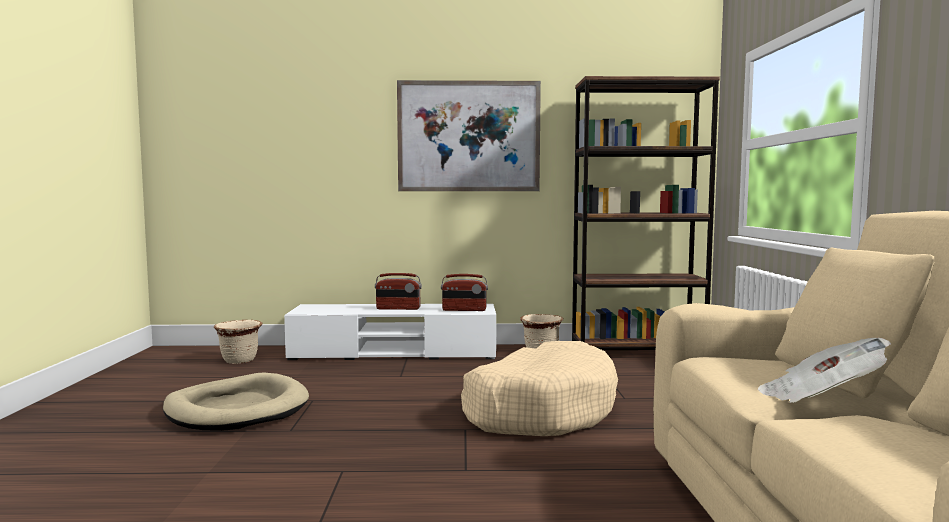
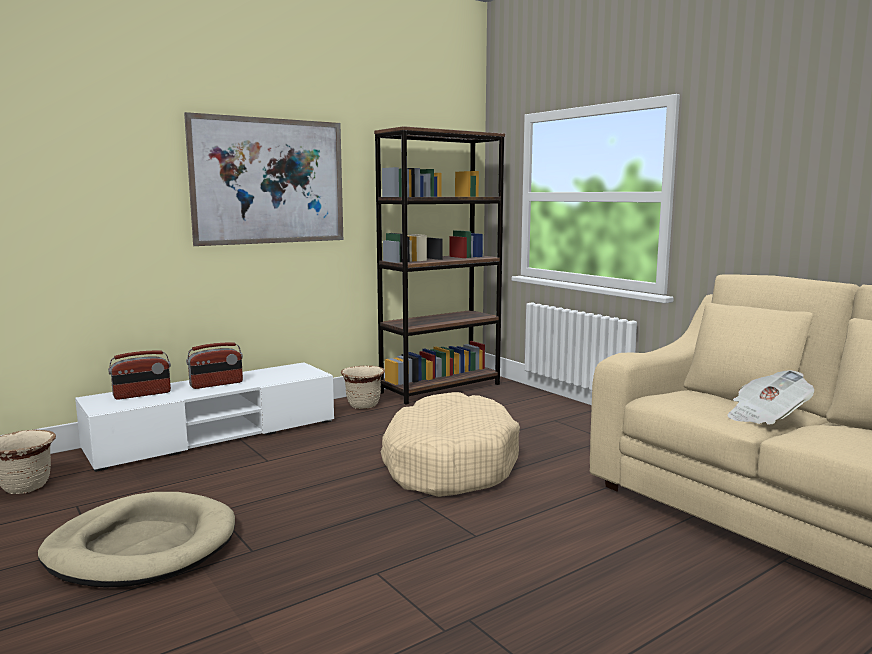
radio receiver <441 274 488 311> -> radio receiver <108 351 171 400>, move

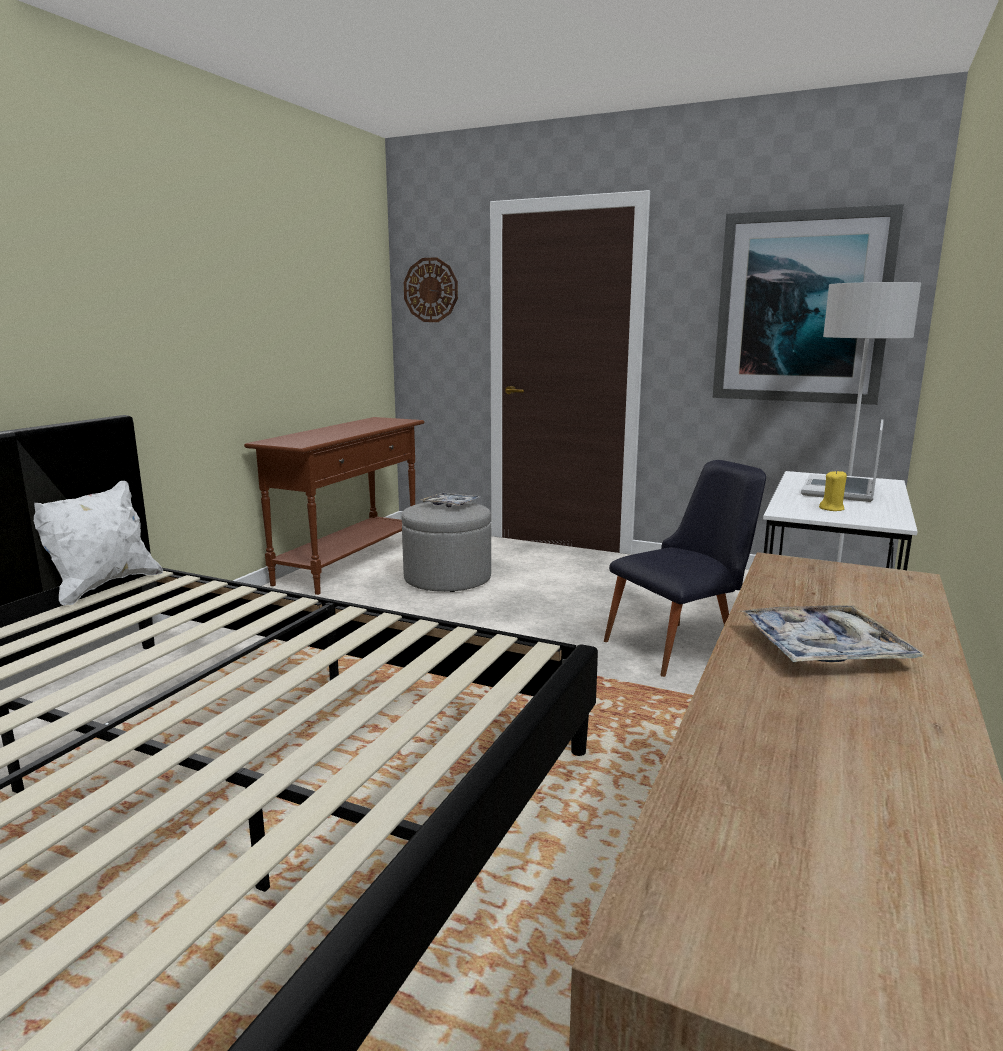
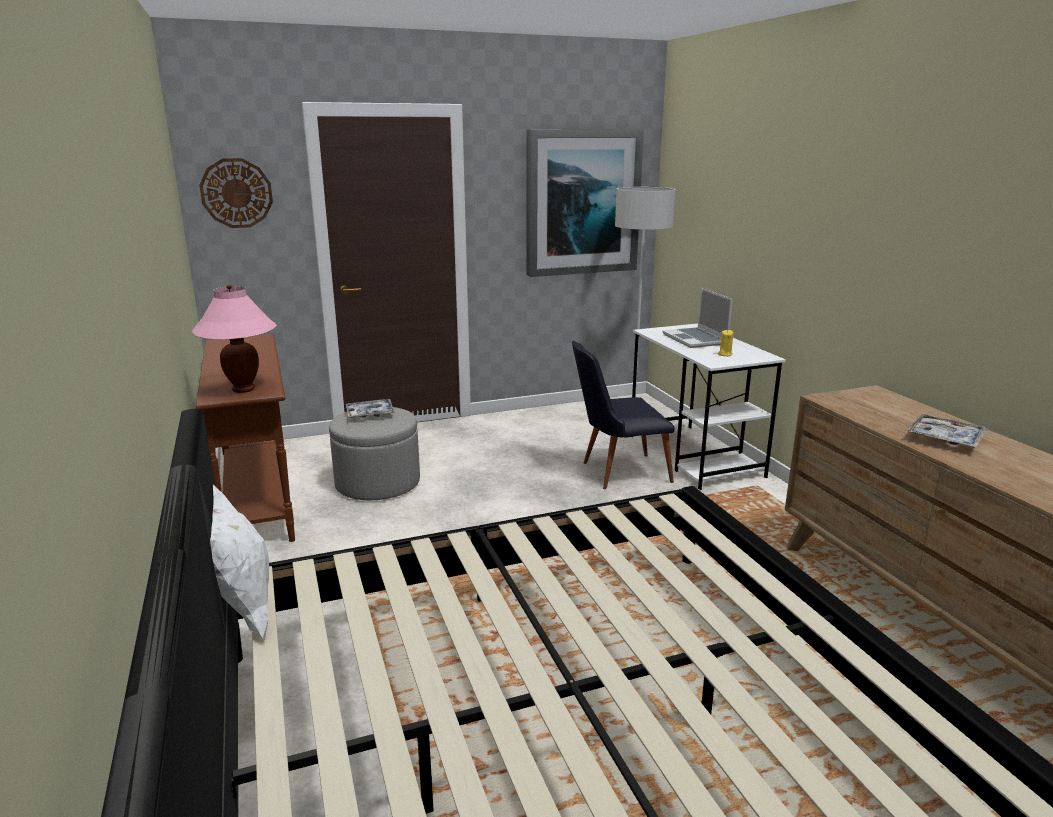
none -> lamp for a table in pink <192 285 277 393>
chair in black <604 460 766 677> -> chair in black <572 341 675 489>, 120 degrees counterclockwise

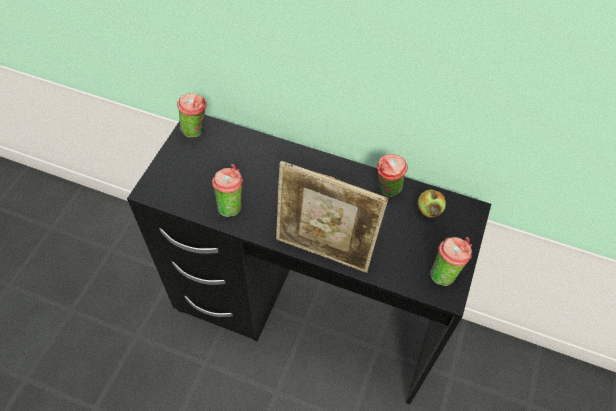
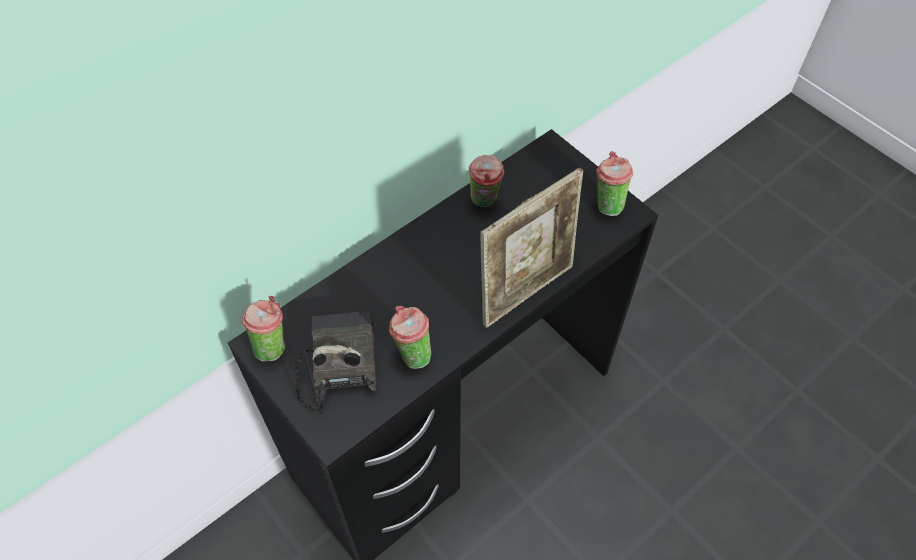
none -> radio receiver <295 311 376 414>
apple fruit <418 190 446 218> -> none

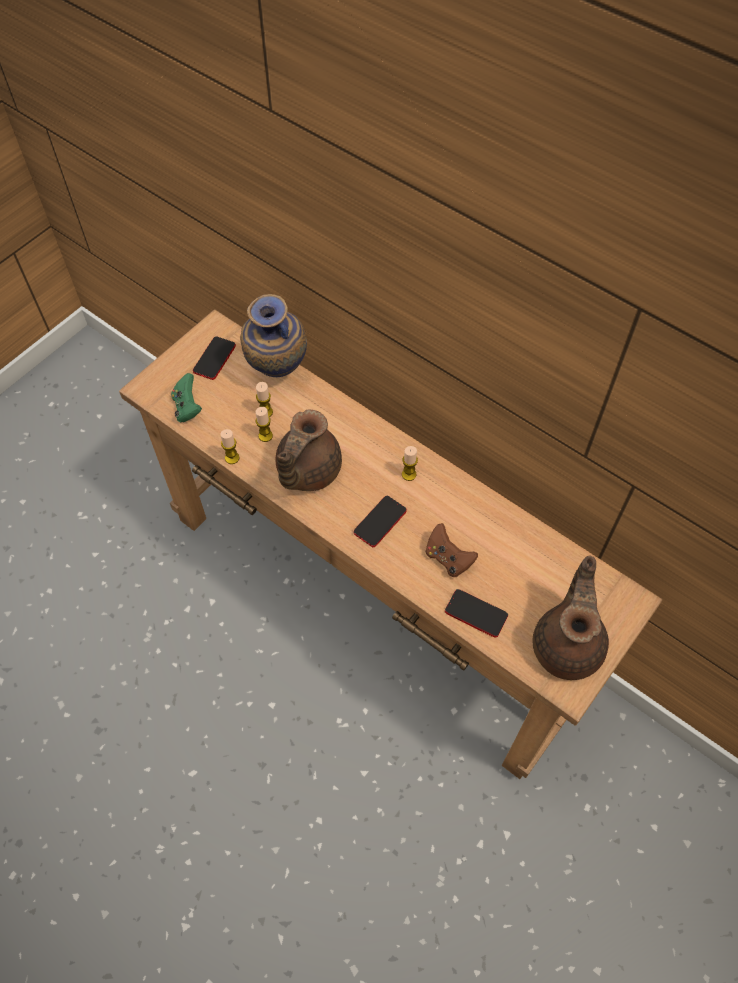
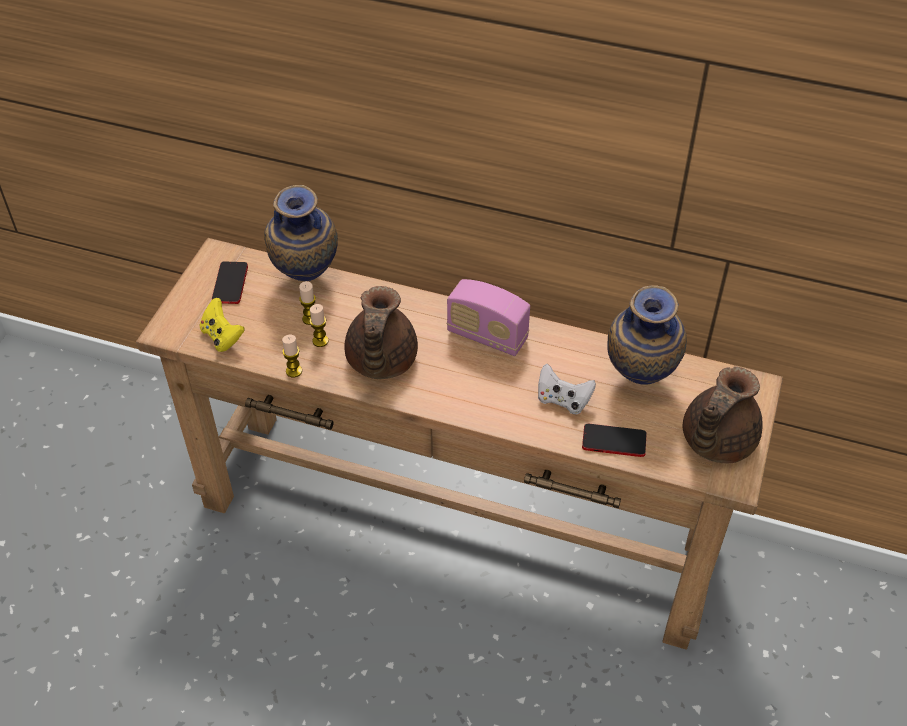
joypad in greenish <171 373 202 422> -> joypad in yellow-coloured <200 298 245 352>
candle <402 446 418 481> -> radio receiver <447 279 530 356>
joypad in brown-coloured <426 523 478 577> -> joypad in white <538 364 596 414>
none -> vase <607 285 687 385>
pot for tea in brown-coloured <533 555 609 680> -> pot for tea in brown-coloured <683 367 763 463>, 135 degrees counterclockwise
handset <353 496 407 547> -> none

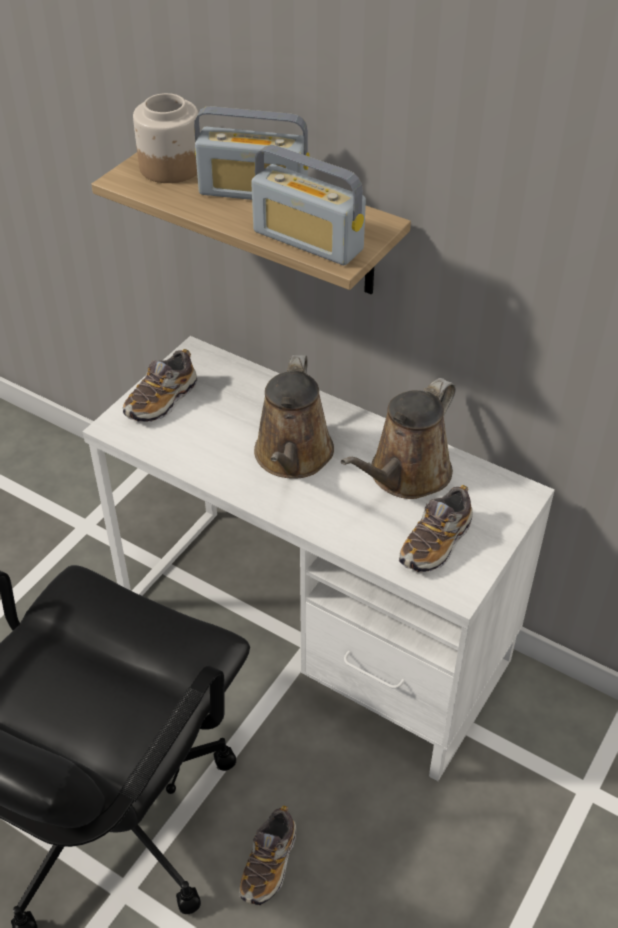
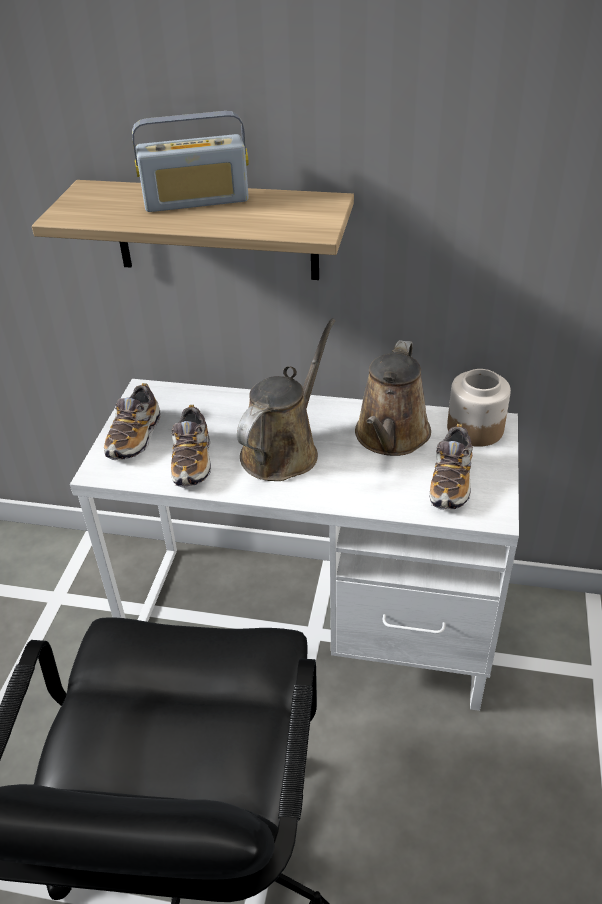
shoe <239 805 296 905> -> shoe <171 405 211 488>, move
watering can in brown-coloured <254 355 334 479> -> watering can in brown-coloured <237 319 336 481>, 135 degrees counterclockwise
preserve jar <133 93 198 183> -> preserve jar <447 369 511 447>, move
radio receiver <251 144 366 265> -> none

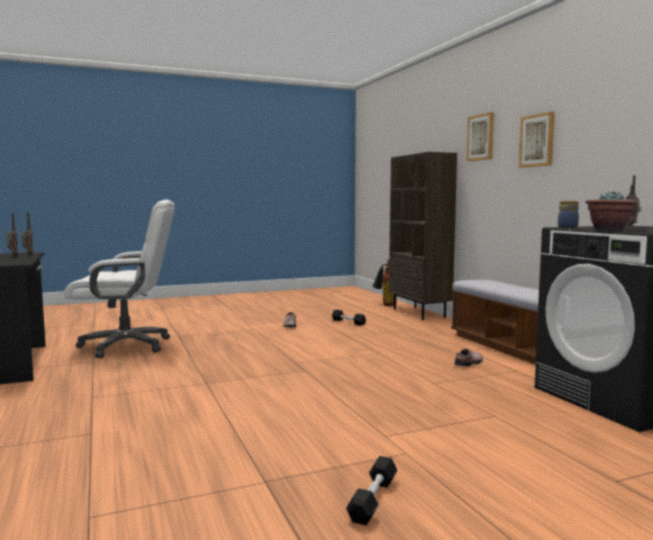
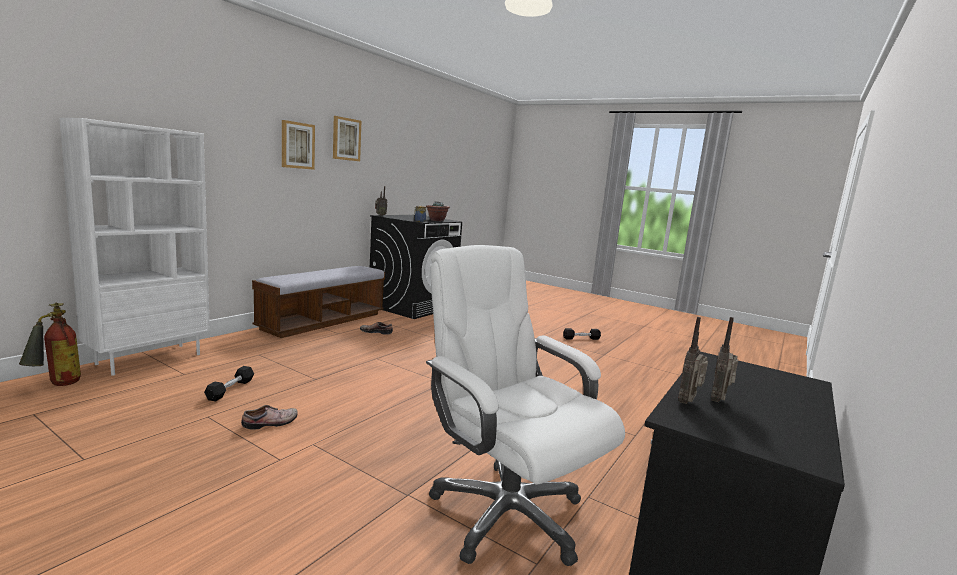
bookcase in brown-coloured <389 152 457 320> -> bookcase in white <59 118 210 376>
picture <467 112 494 161> -> picture <333 116 361 161>, move

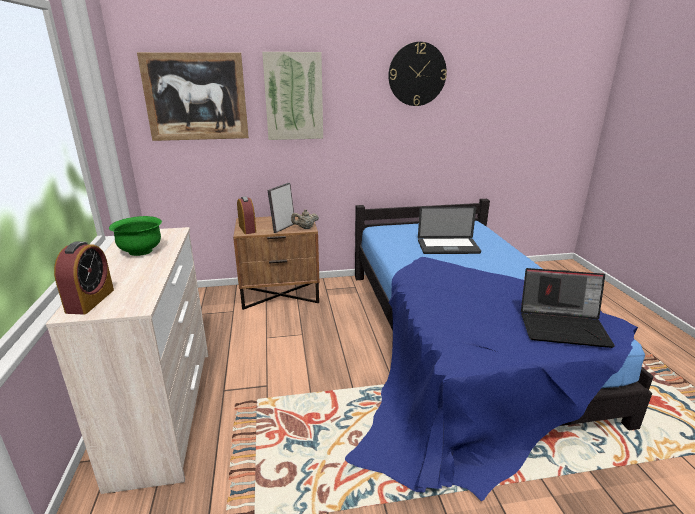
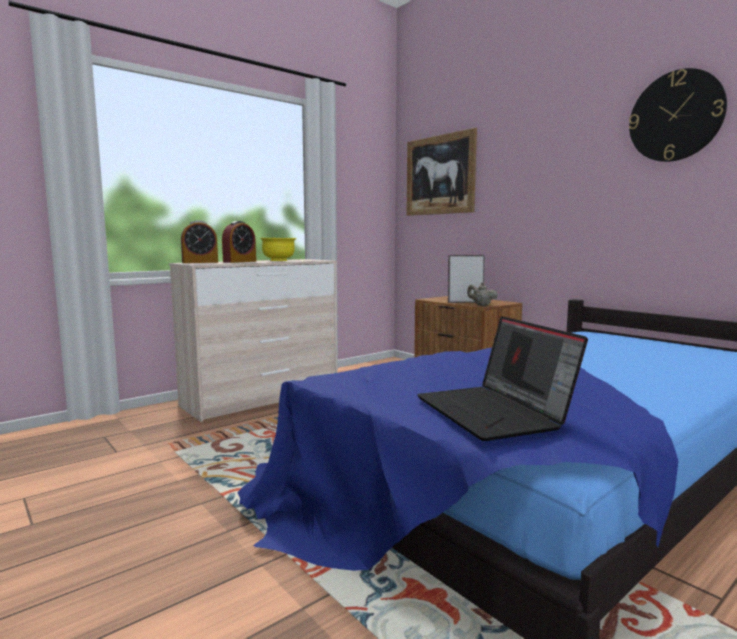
alarm clock <237 196 256 234> -> alarm clock <222 221 256 263>, move
serving bowl in greenish <109 216 162 256> -> serving bowl in yellow-coloured <261 238 297 261>
picture <262 52 323 140> -> none
laptop <418 207 481 254> -> none

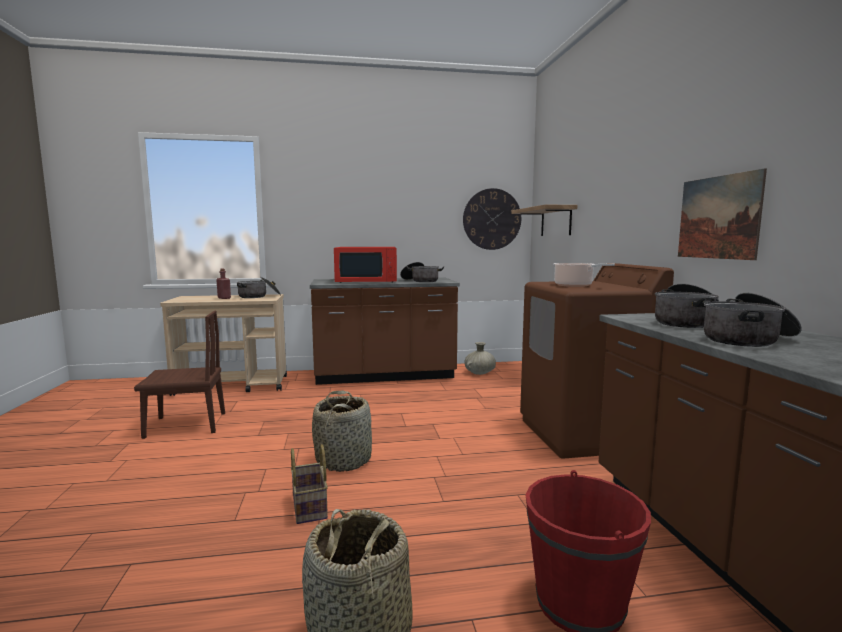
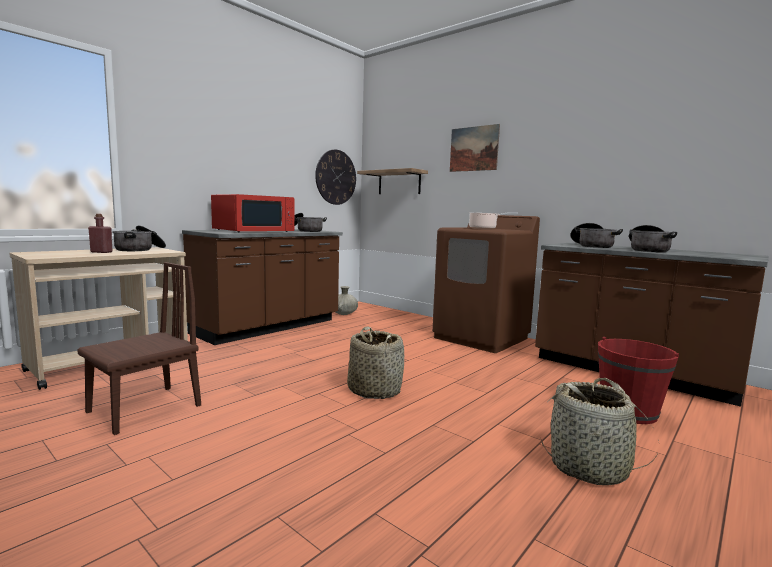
picture <678 168 767 260> -> picture <450 124 500 172>, move
storage basket <291 444 328 524> -> none

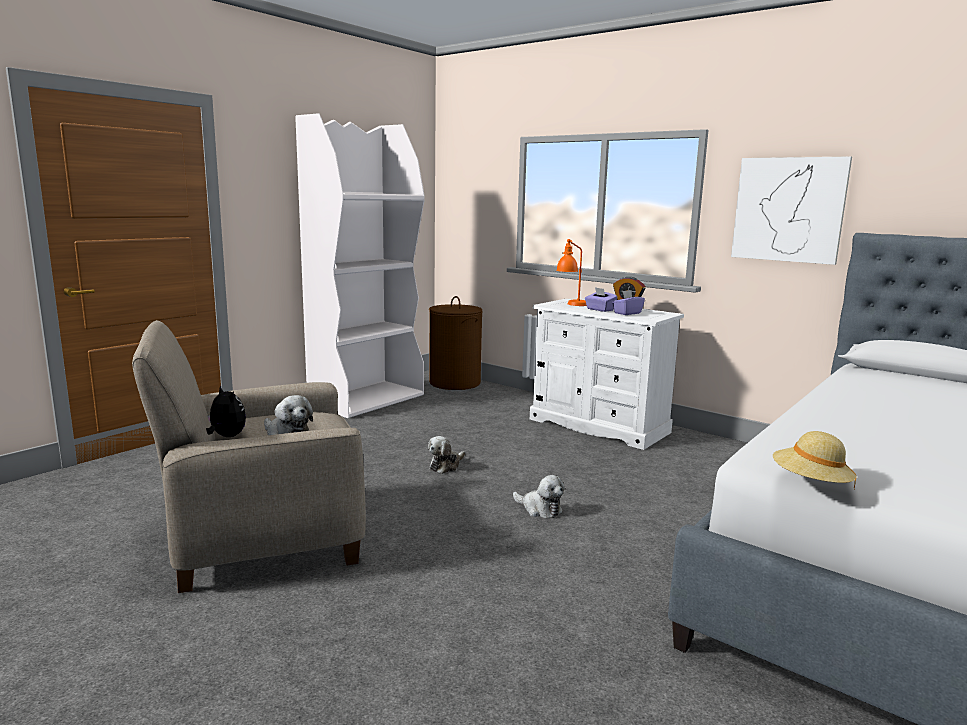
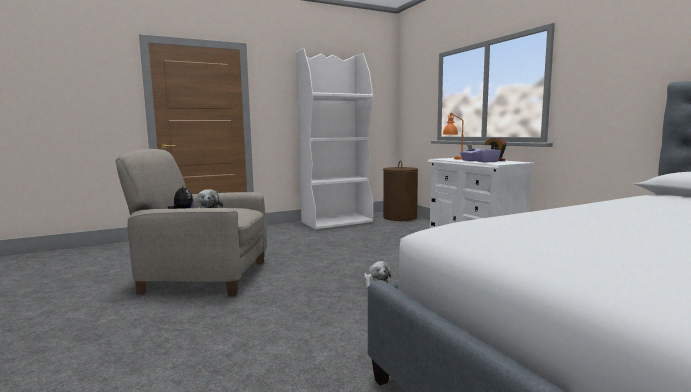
cuddly toy <428 436 465 474> -> none
picture <731 156 852 265> -> none
hat in sand-coloured <773 431 857 489> -> none

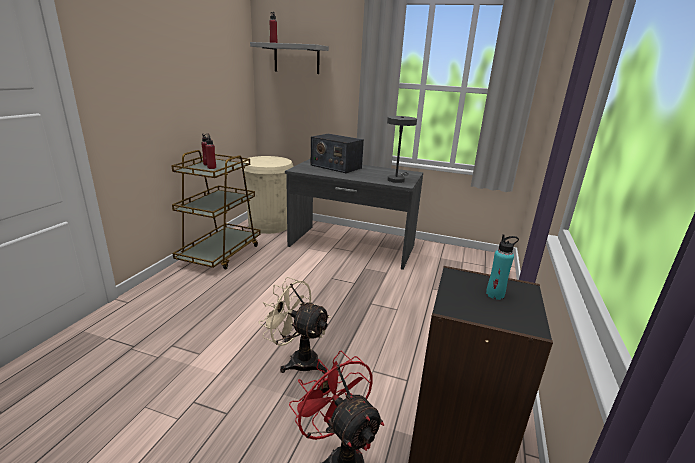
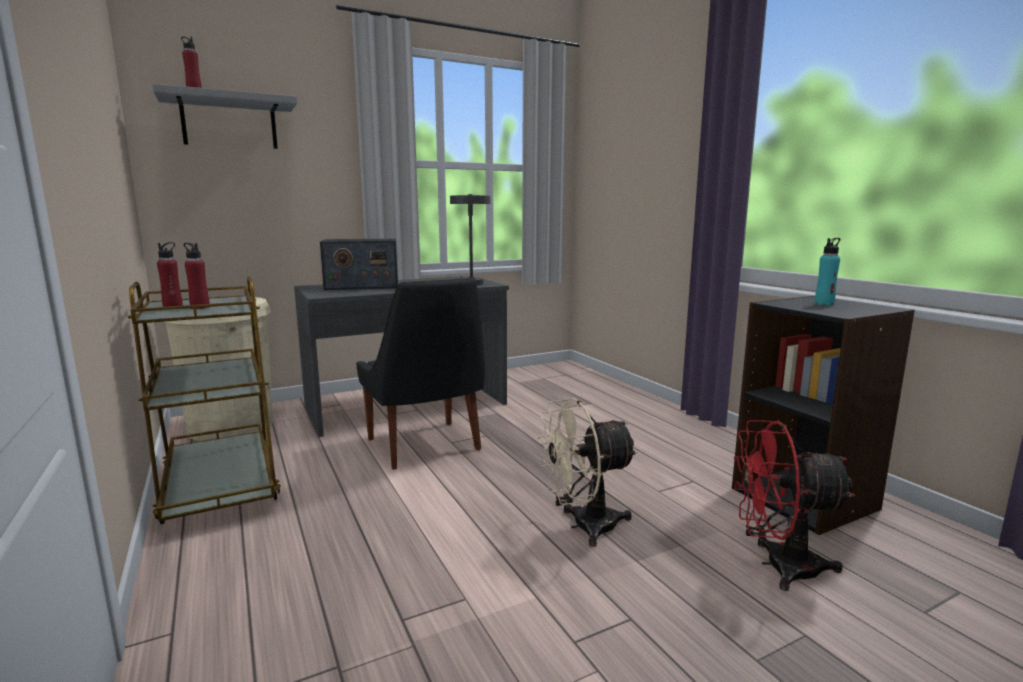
none -> chair in black <356 278 485 469>

